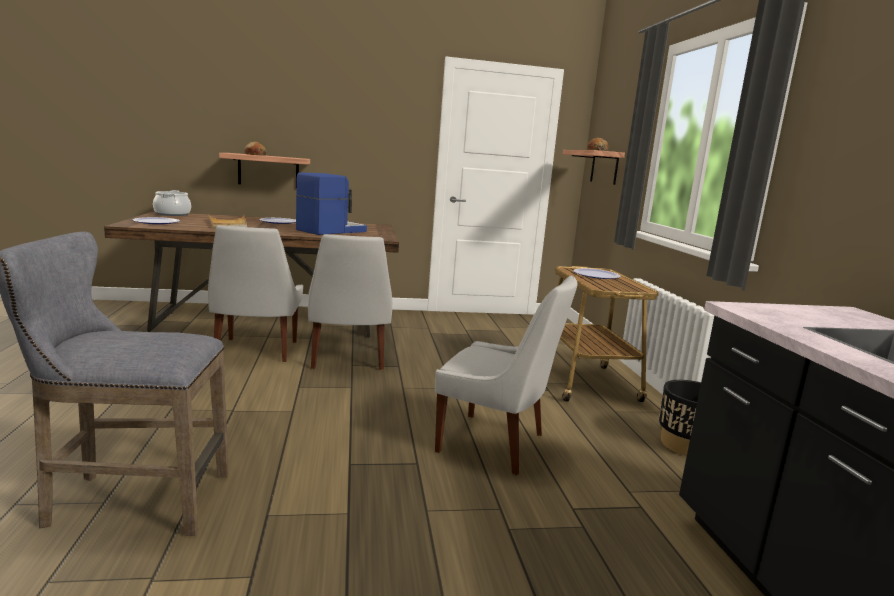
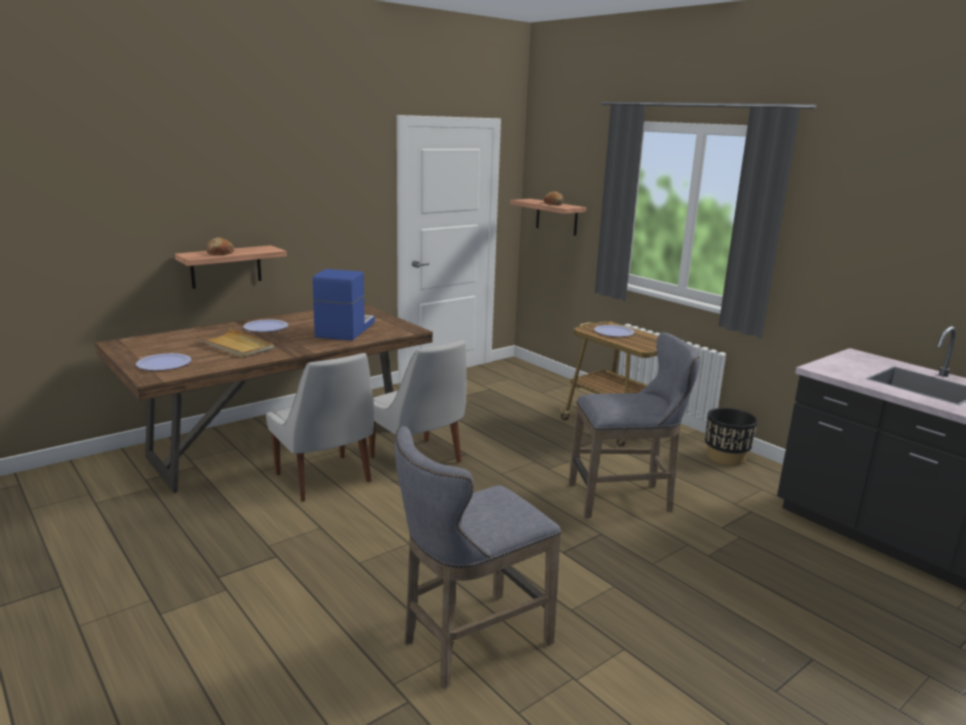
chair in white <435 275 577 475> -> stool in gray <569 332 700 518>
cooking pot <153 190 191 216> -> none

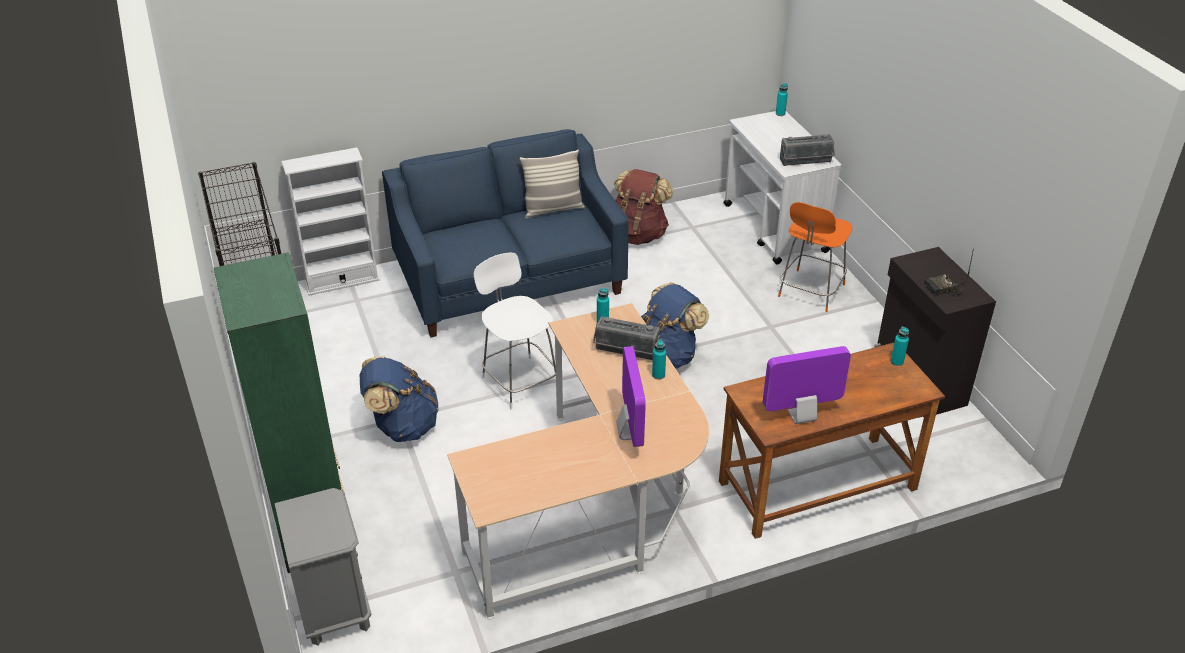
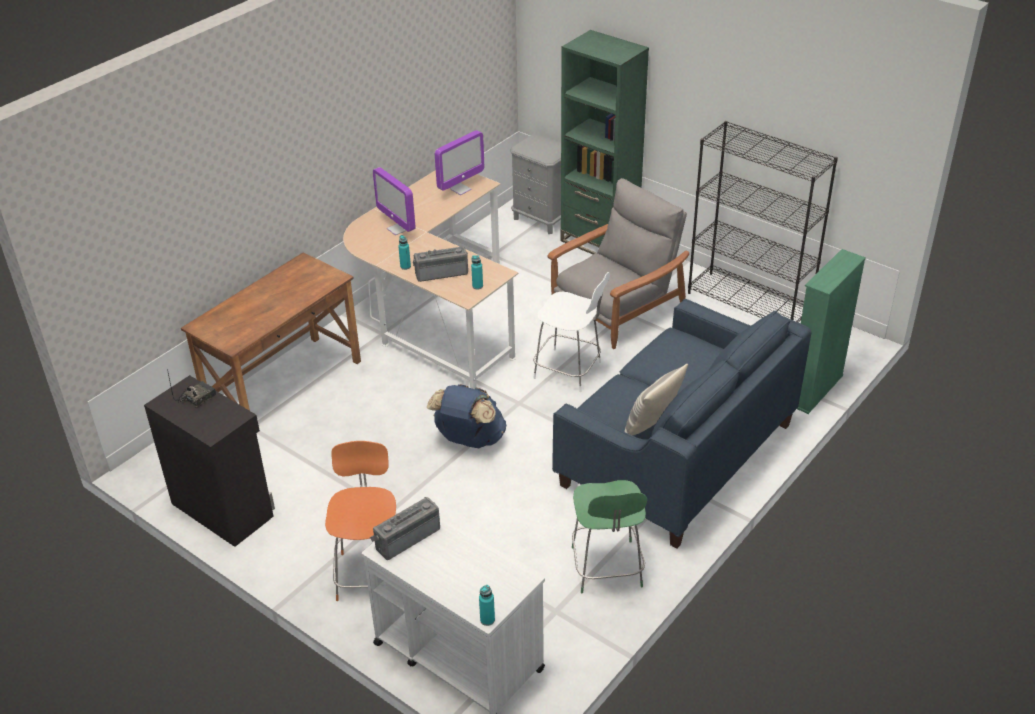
computer display <763 346 851 424> -> computer display <435 130 484 195>, move
rucksack in blue-coloured <360 356 439 442> -> armchair in gray <547 178 689 349>
rucksack in brown-coloured <614 169 673 245> -> chair in greenish <572 480 647 594>
bookcase in white <281 147 380 296> -> bookcase in greenish <796 249 866 414>
beverage bottle in turquoise-coloured <891 326 909 366> -> none

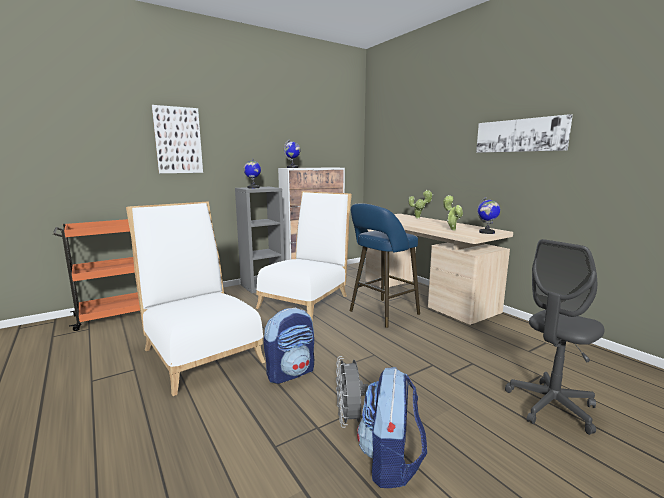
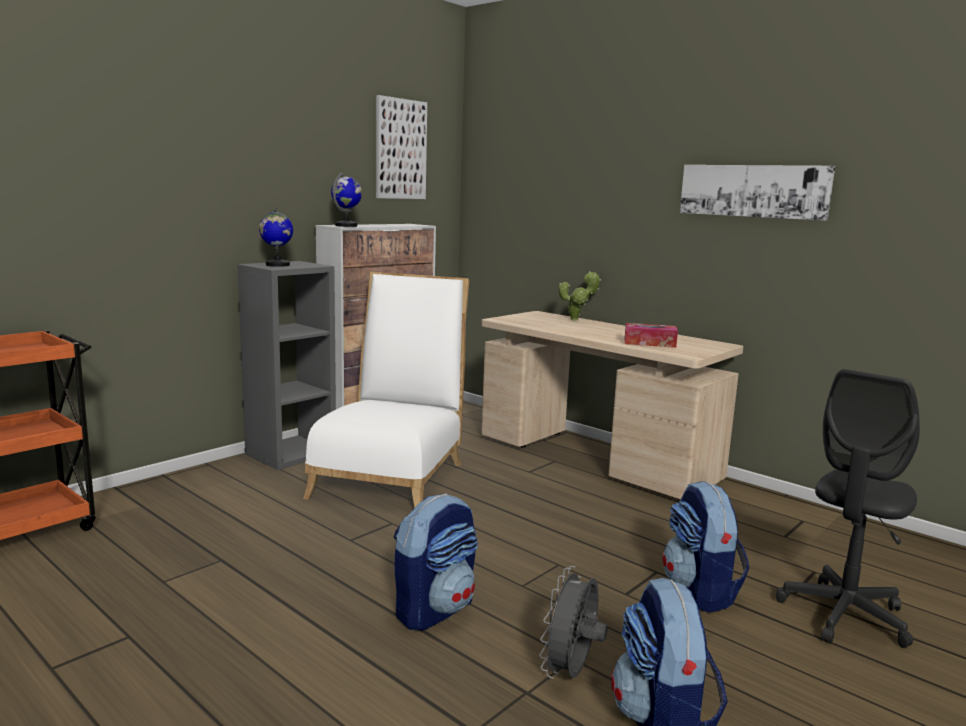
picture <152 105 203 173> -> picture <376 95 427 199>, move
cooling fan in gray <336 356 369 428> -> cooling fan in gray <539 566 608 679>, 45 degrees clockwise
houseplant <443 195 463 230> -> tissue holder <625 323 678 348>
none -> rucksack <662 481 750 613>
chair in white <126 202 265 396> -> none
stool in blue-coloured <350 203 420 328> -> none
world globe <477 197 500 234> -> none

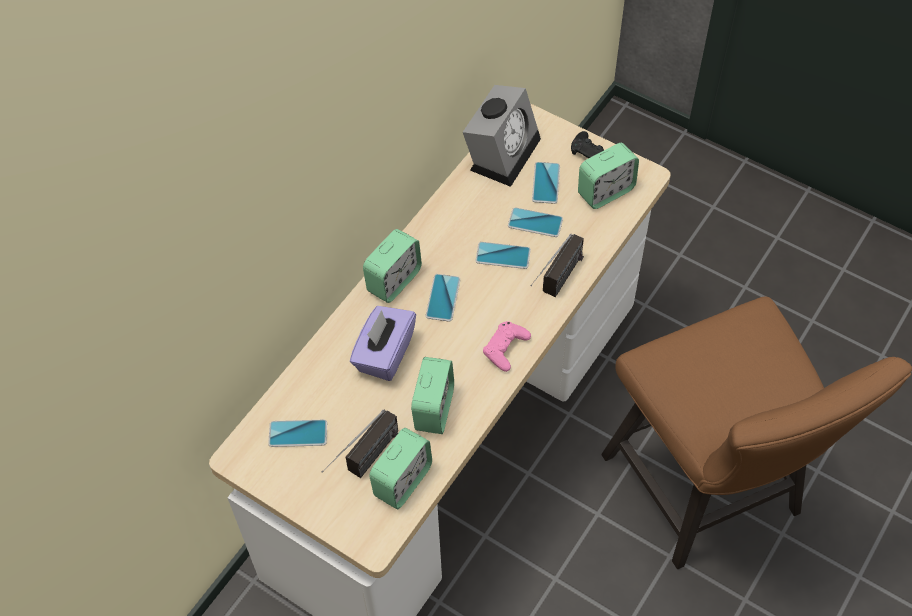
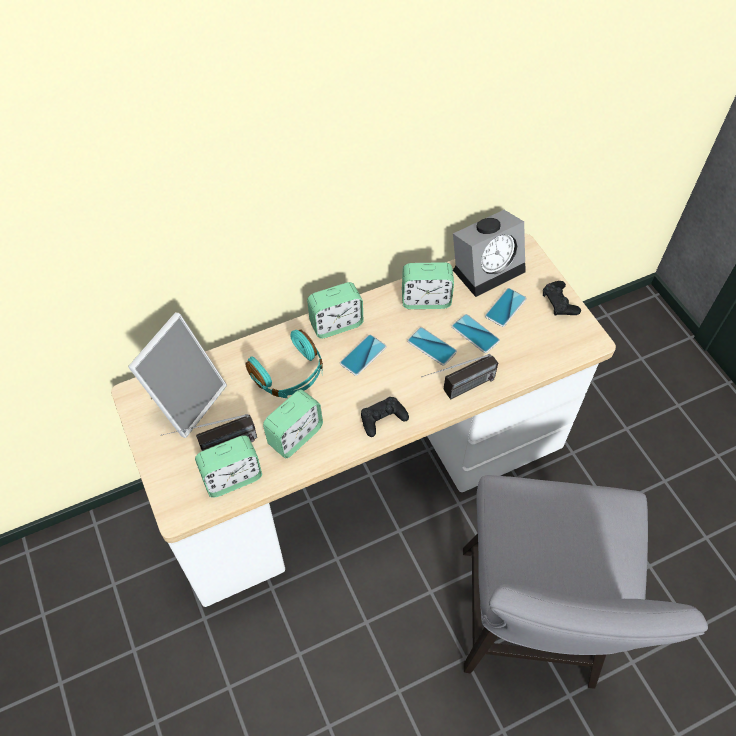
handset <268 420 327 447> -> picture frame <128 312 227 438>
tissue holder in purple <350 306 416 381> -> headphones in turquoise-coloured <245 329 323 398>
joypad in pink <483 321 531 372> -> joypad in black <361 397 409 437>
alarm clock <578 143 639 209> -> alarm clock <402 262 454 309>, move
chair in brown-coloured <601 297 912 569> -> chair in gray <463 475 708 689>

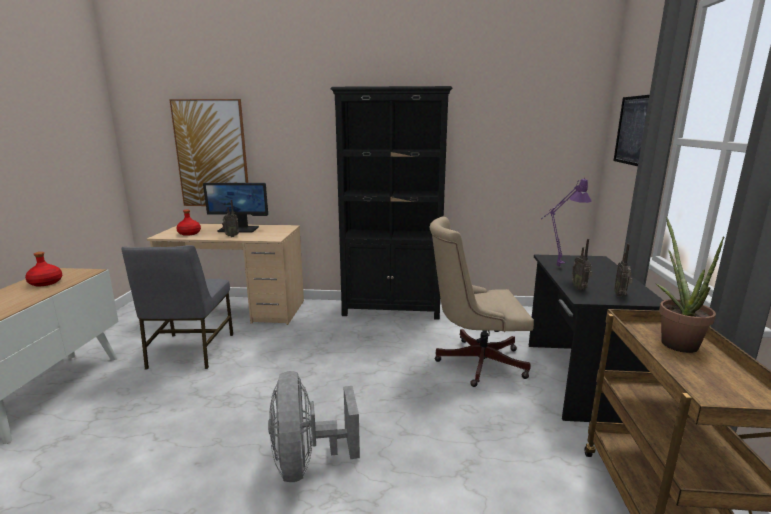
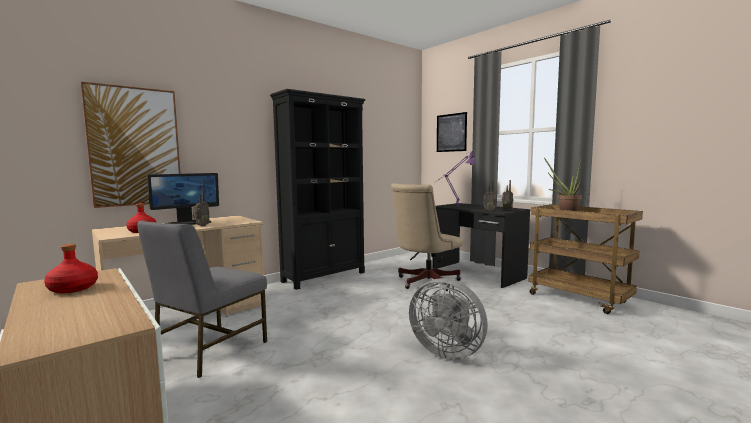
chair in gray <121 245 233 370> -> chair in gray <137 220 267 378>, 75 degrees clockwise

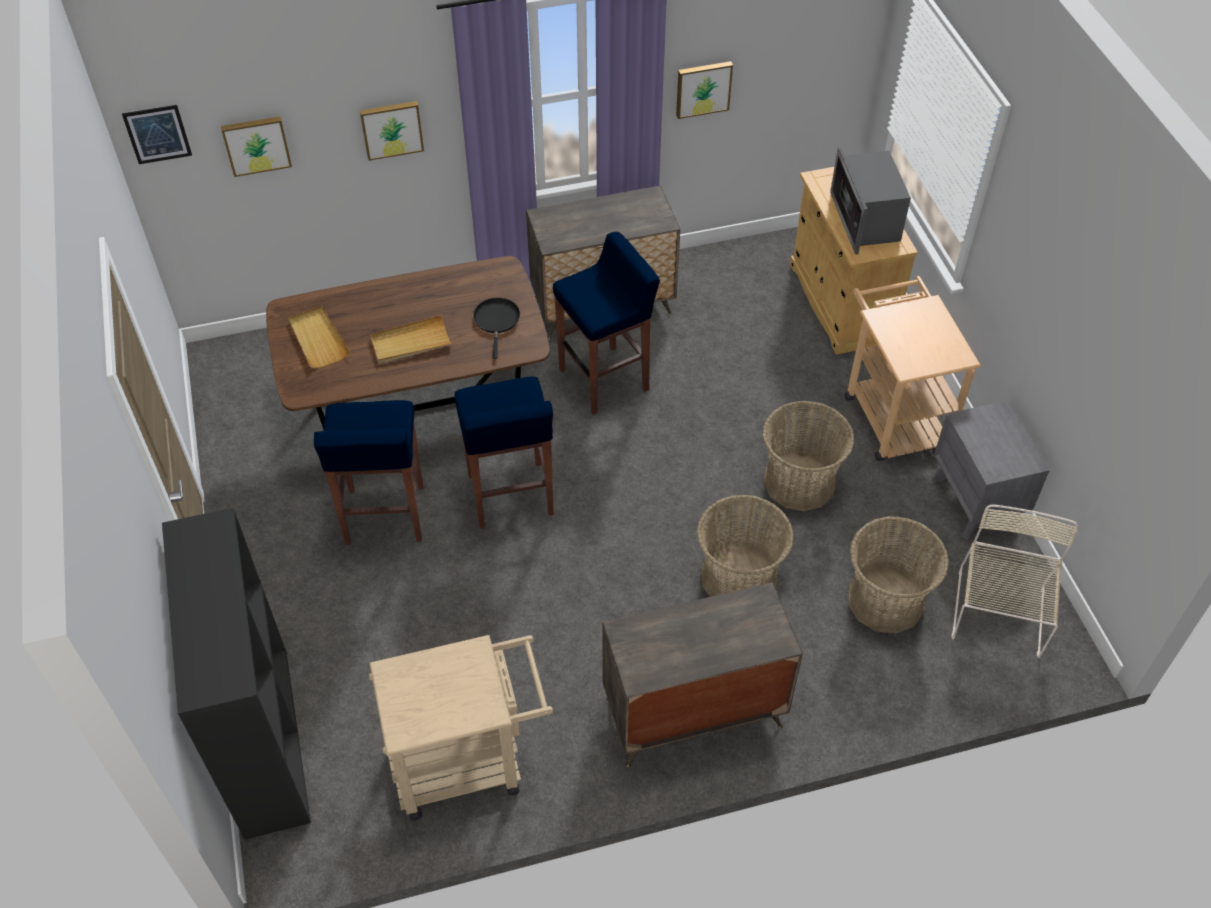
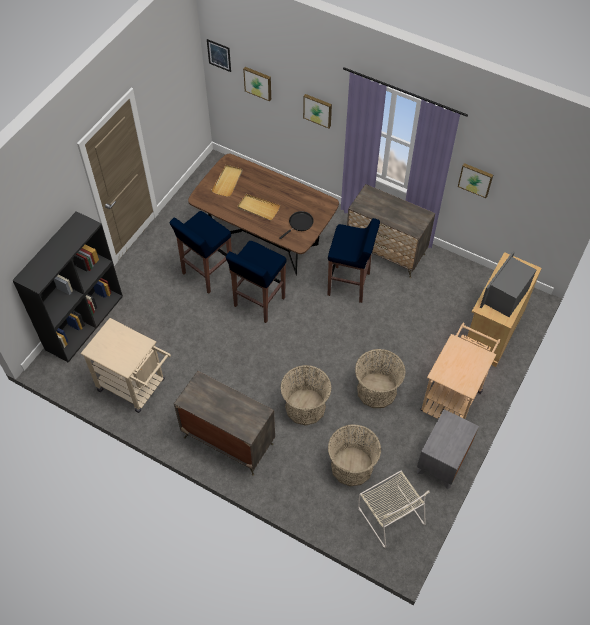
chair in sand-coloured <951 505 1078 658> -> chair in sand-coloured <358 470 429 549>, 90 degrees clockwise

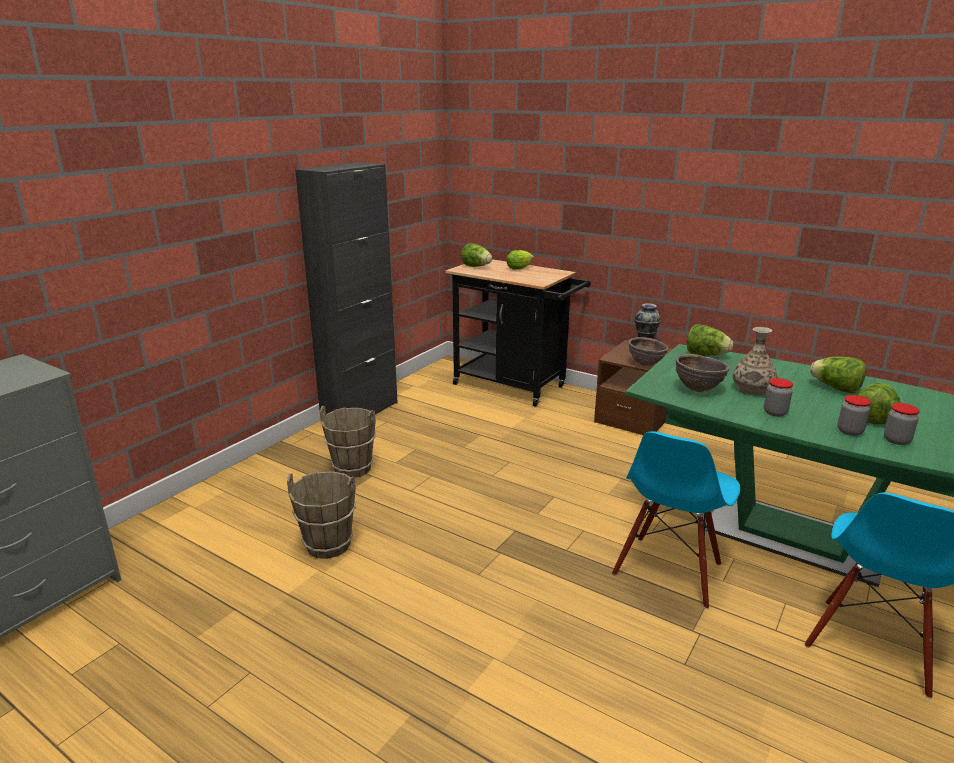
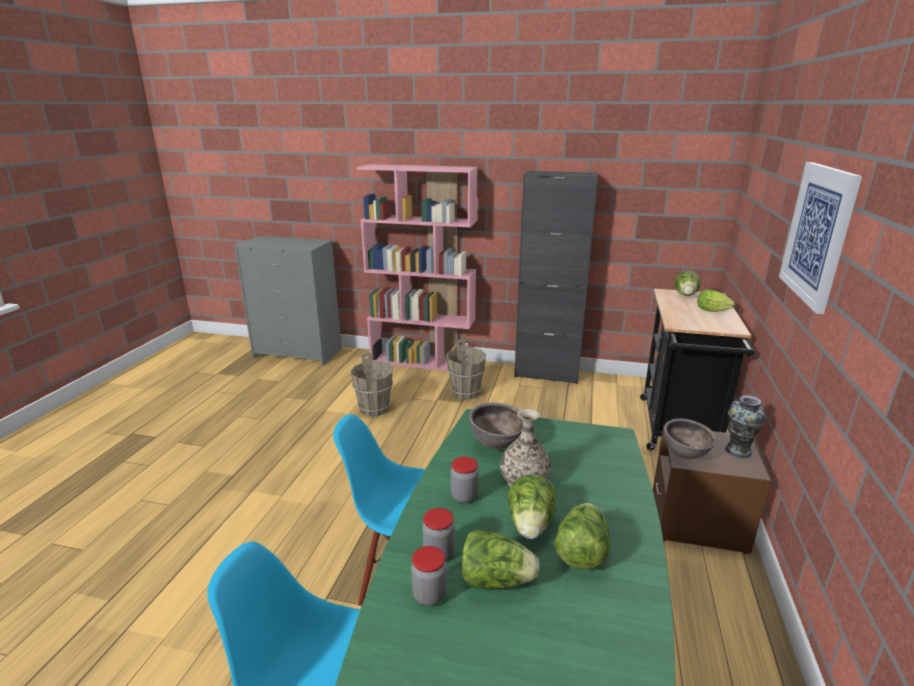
none -> bookcase in pink <357 164 478 371>
lettuce <687 324 733 356> -> lettuce <508 475 556 539>, move
none -> picture <779 162 862 314>

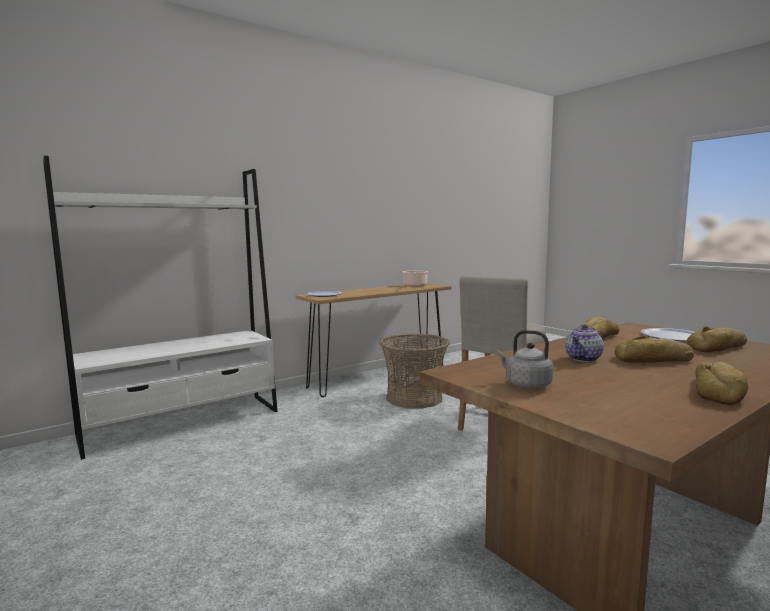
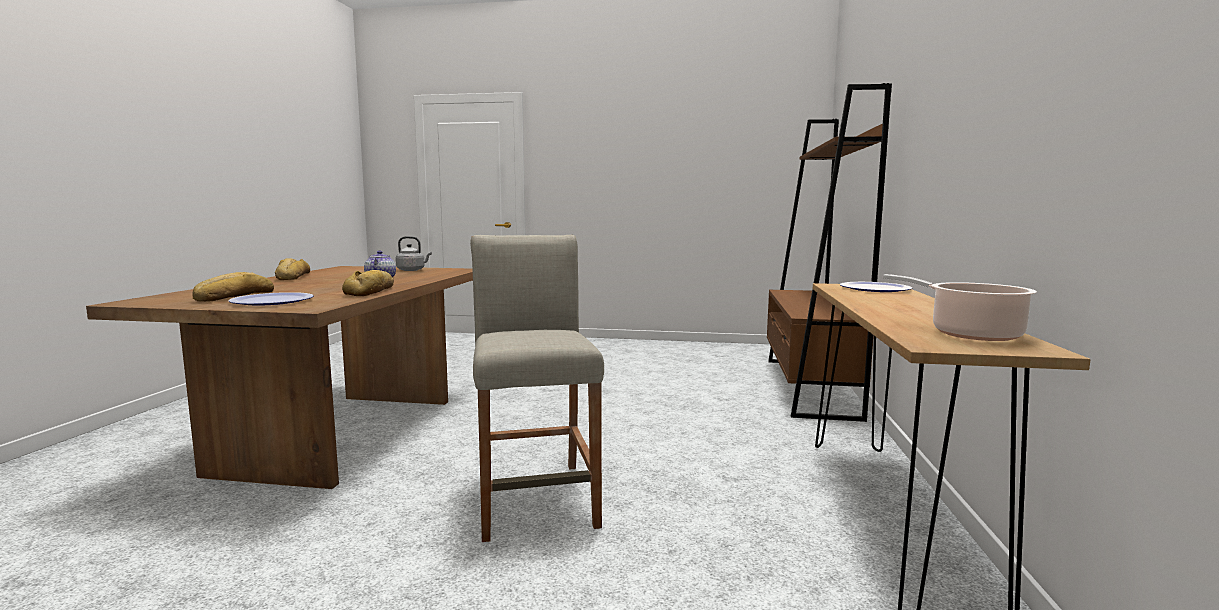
bookcase in white <43 156 278 460> -> bookcase in brown-coloured <767 83 892 422>
storage basket <379 334 450 409> -> none
bakery bread <615 336 694 363> -> none

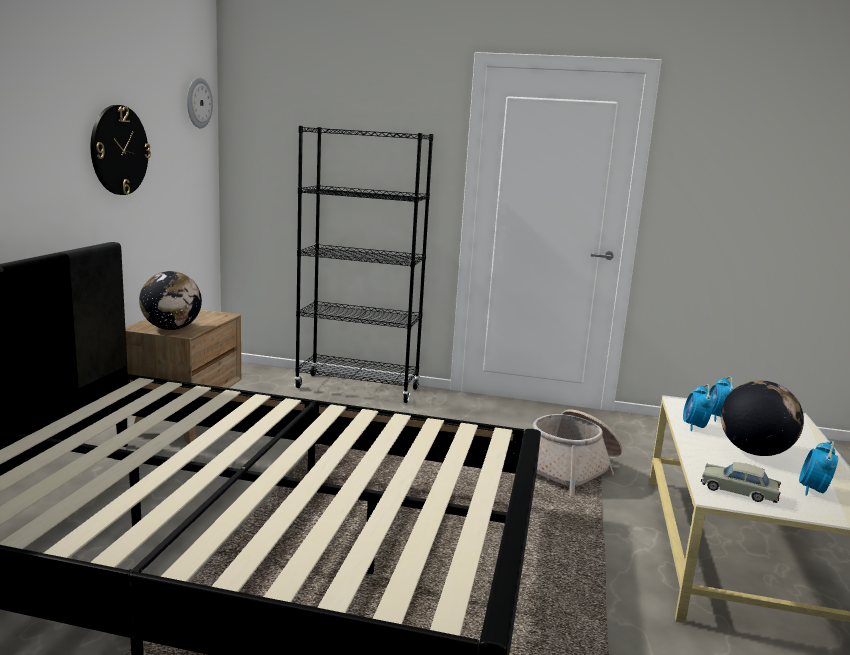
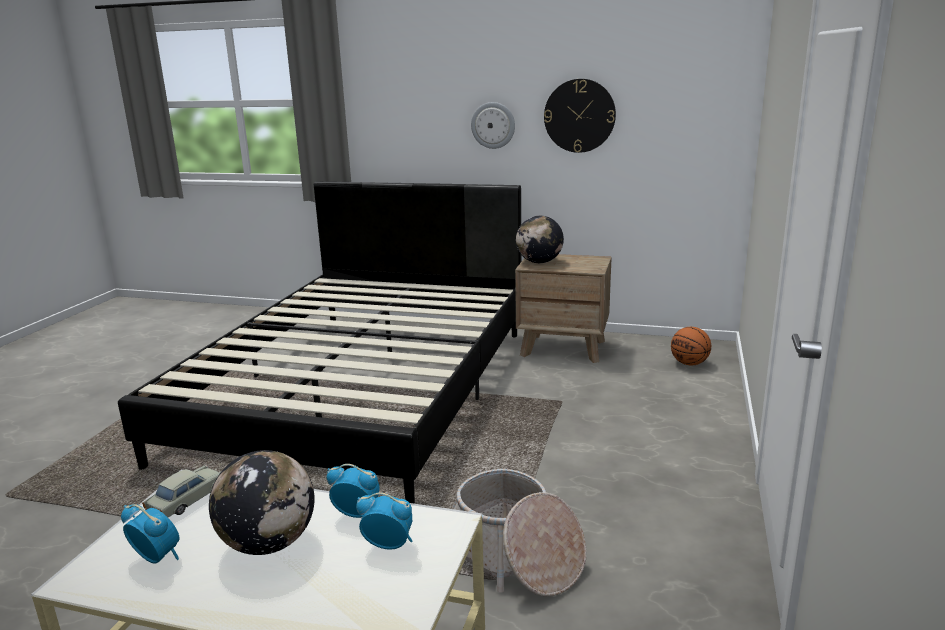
wall clock <187 78 213 128> -> wall clock <471 102 515 149>, move
none -> basketball <671 327 711 365>
bookcase in black <294 126 433 403> -> none

